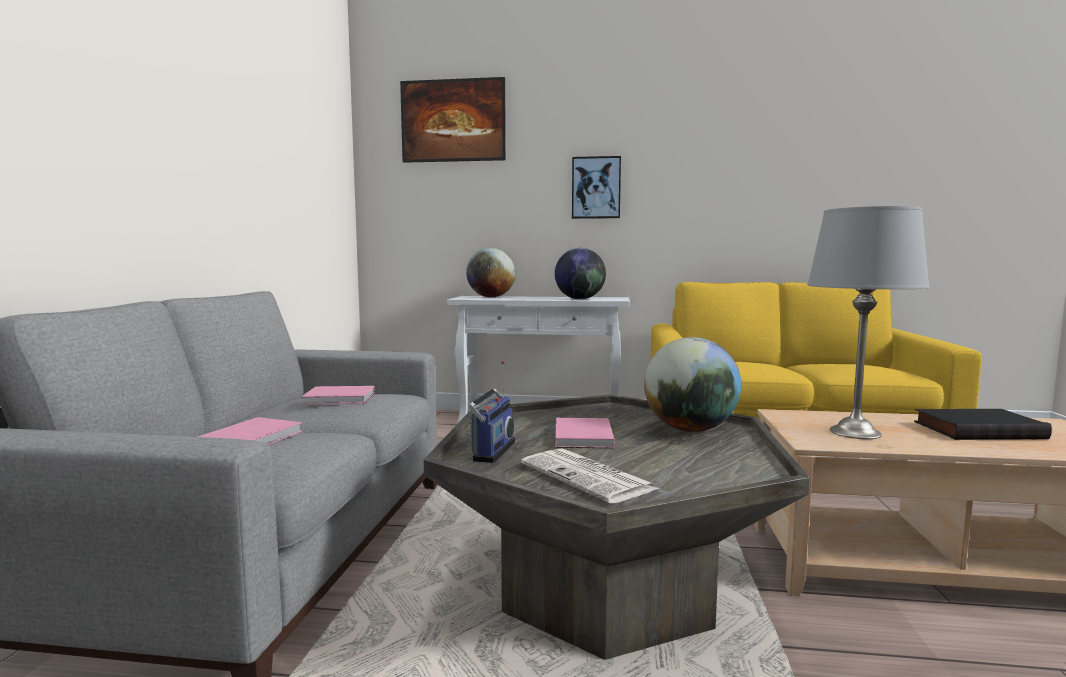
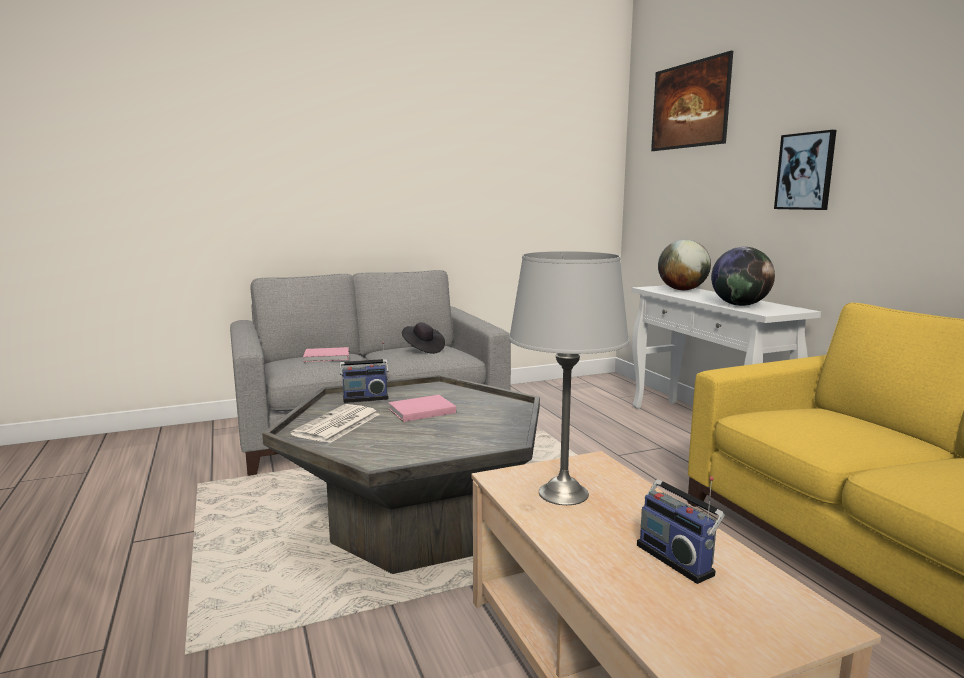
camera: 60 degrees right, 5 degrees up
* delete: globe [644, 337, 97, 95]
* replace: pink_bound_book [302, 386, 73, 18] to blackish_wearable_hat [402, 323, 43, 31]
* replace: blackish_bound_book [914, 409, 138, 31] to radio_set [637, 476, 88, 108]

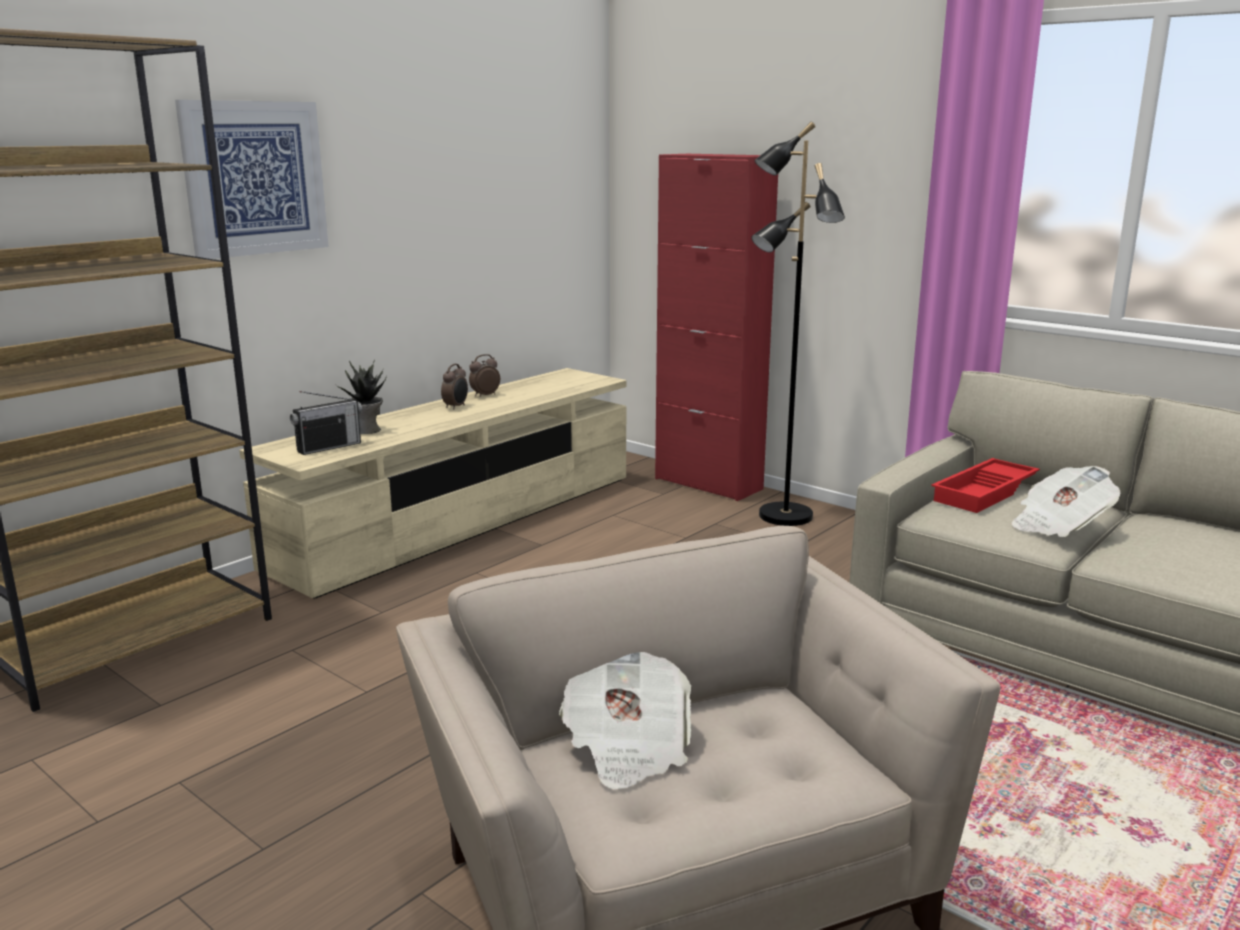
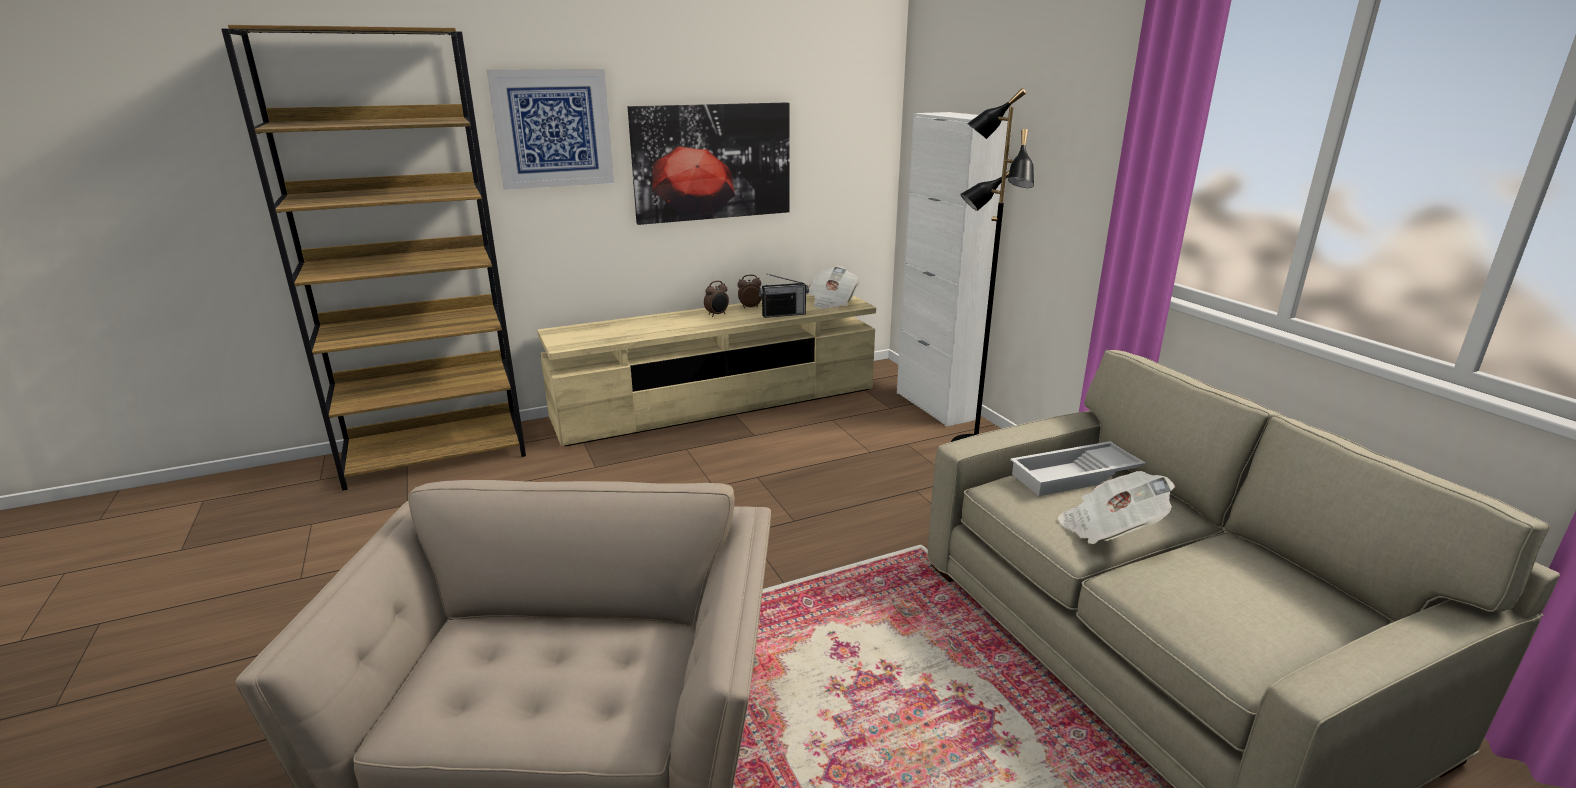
camera: 25 degrees right, 5 degrees up
* recolor: reddish_cabinet [655, 154, 123, 347] to white-coloured_cabinet [897, 112, 115, 315]
* delete: plant_in_a_pot [335, 359, 52, 75]
* move: radio_set [290, 391, 72, 64] to [759, 274, 50, 44]
* recolor: reddish_carrying_tray [931, 458, 109, 55] to white-coloured_carrying_tray [1010, 441, 136, 55]
* move: daily_paper [559, 652, 132, 138] to [809, 266, 51, 43]
* insert: wall_art [628, 102, 162, 123]

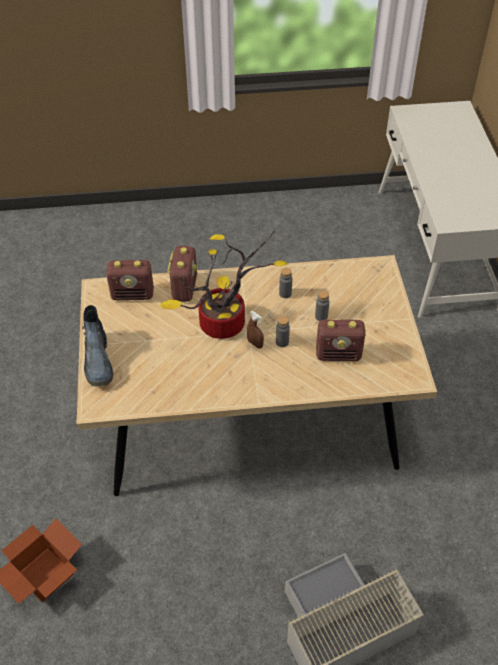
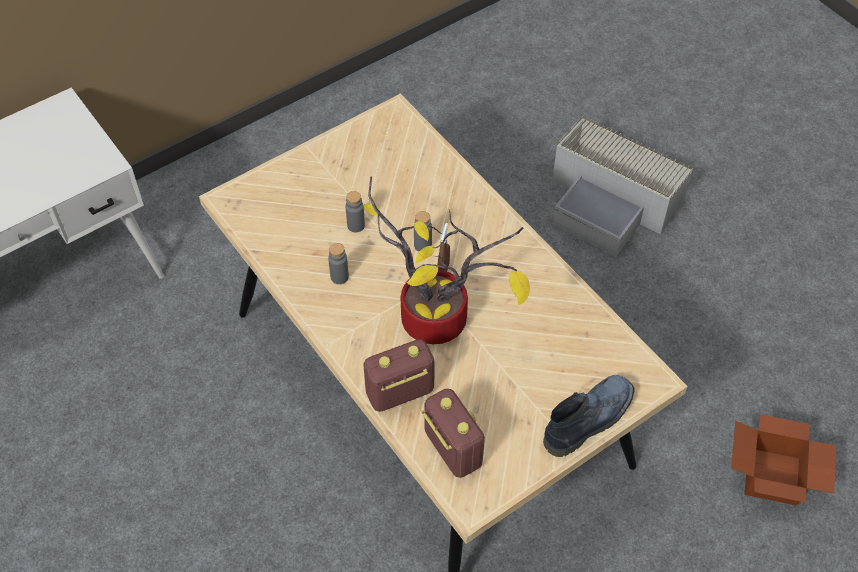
camera: 120 degrees left, 5 degrees up
* delete: radio_set [316, 319, 49, 42]

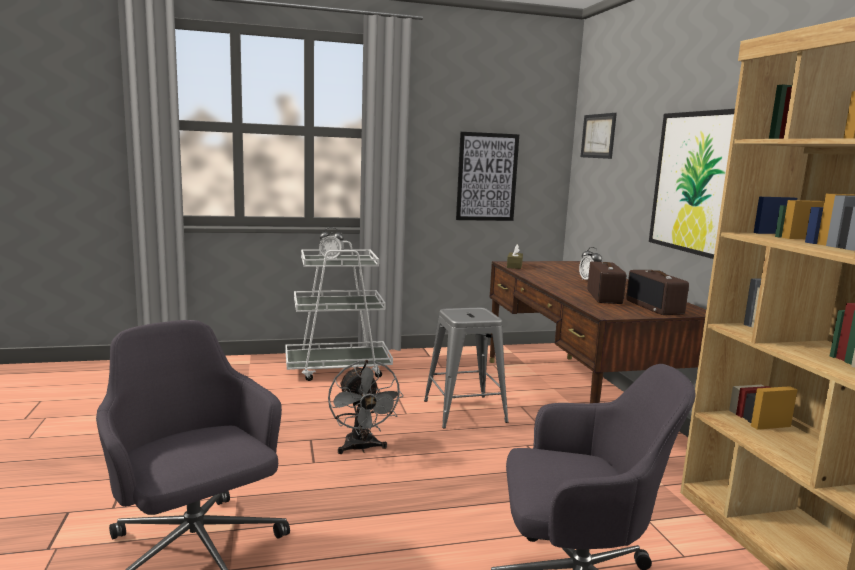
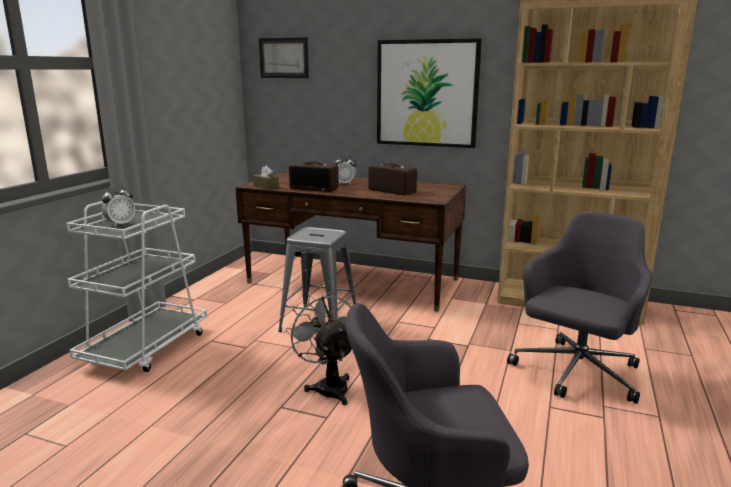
camera: 55 degrees left, 5 degrees up
* delete: wall_art [456, 132, 63, 89]
* move: radio_set [626, 270, 63, 45] to [289, 161, 49, 31]
* rotate: greyish_electric_fan [328, 360, 75, 94] = [285, 292, 67, 113] 135 degrees counterclockwise

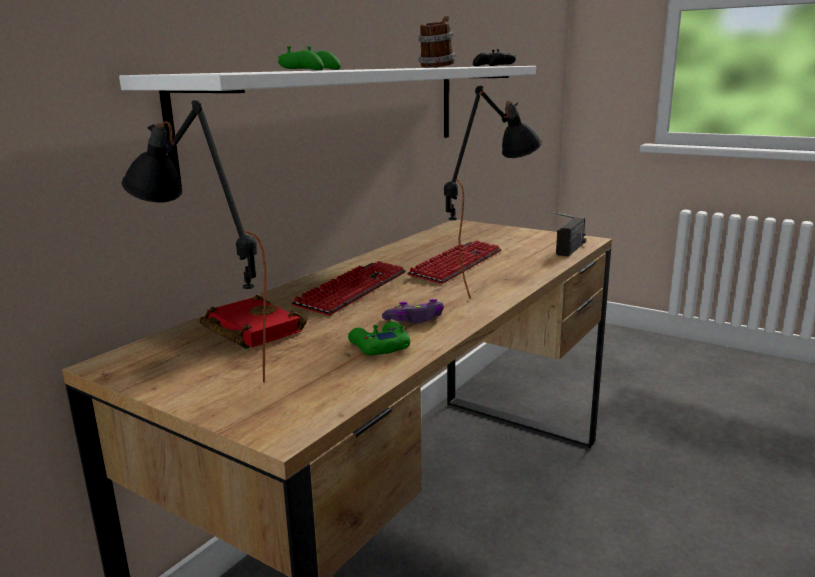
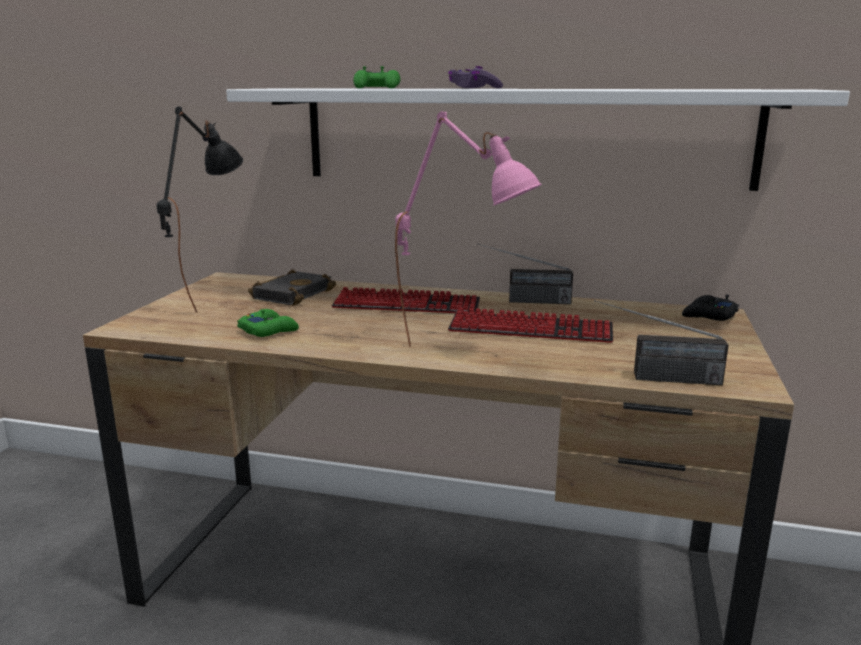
camera: 70 degrees right, 0 degrees up
* delete: tea_mug [418, 16, 39, 51]
* move: blackish_gamepad [473, 49, 43, 17] to [682, 295, 57, 26]
* recolor: blackish_tabletop_lamp [444, 86, 98, 213] to pink_tabletop_lamp [395, 111, 147, 236]
* recolor: reddish_bound_book [199, 295, 108, 54] to blackish_bound_book [248, 269, 88, 37]
* move: purple_gamepad [382, 299, 62, 25] to [448, 66, 55, 22]
* insert: radio_set [477, 244, 96, 60]

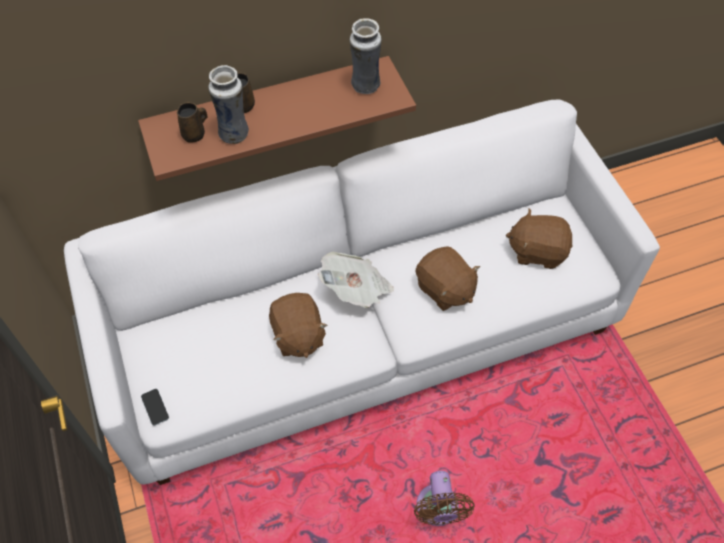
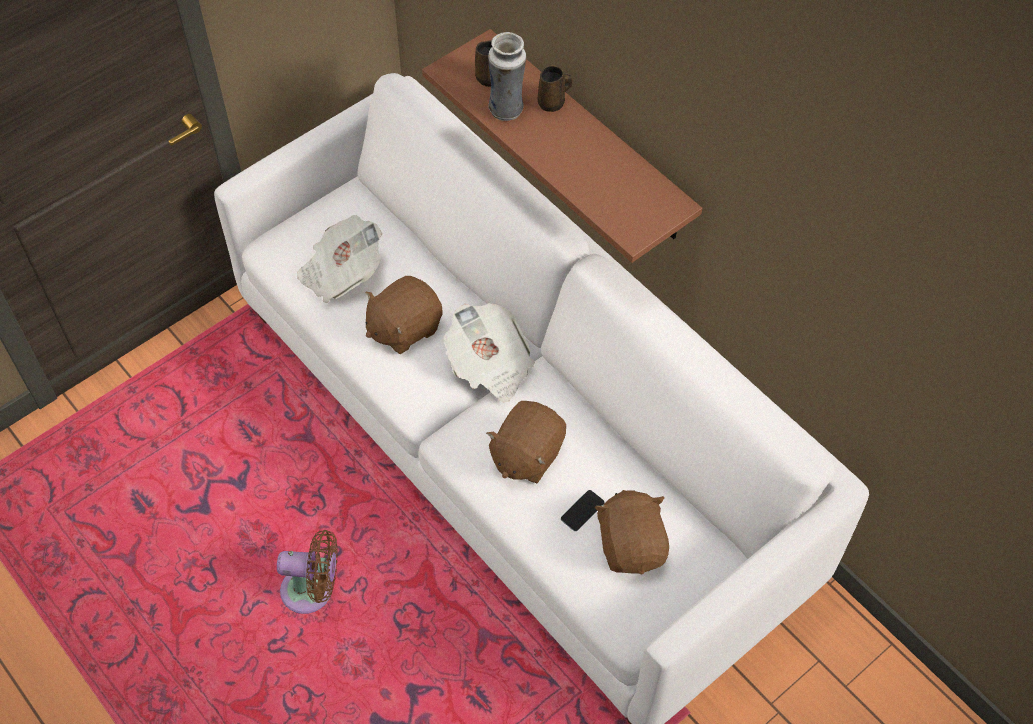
camera: 70 degrees right, 0 degrees up
* delete: flower_vase [350, 18, 32, 76]
* move: handset [141, 389, 28, 36] to [561, 490, 44, 41]
* rotate: brown-coloured_electric_fan [414, 471, 61, 55] = [277, 530, 61, 84] 150 degrees counterclockwise
* insert: daily_paper [297, 215, 85, 88]

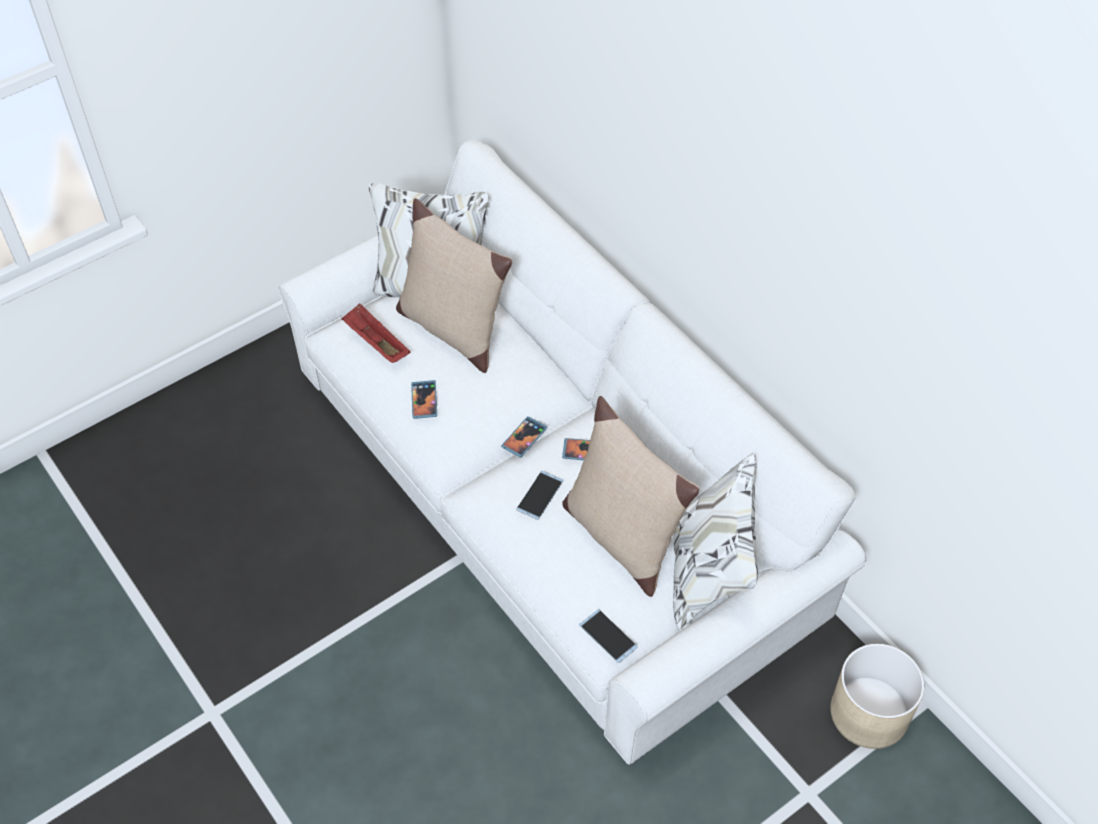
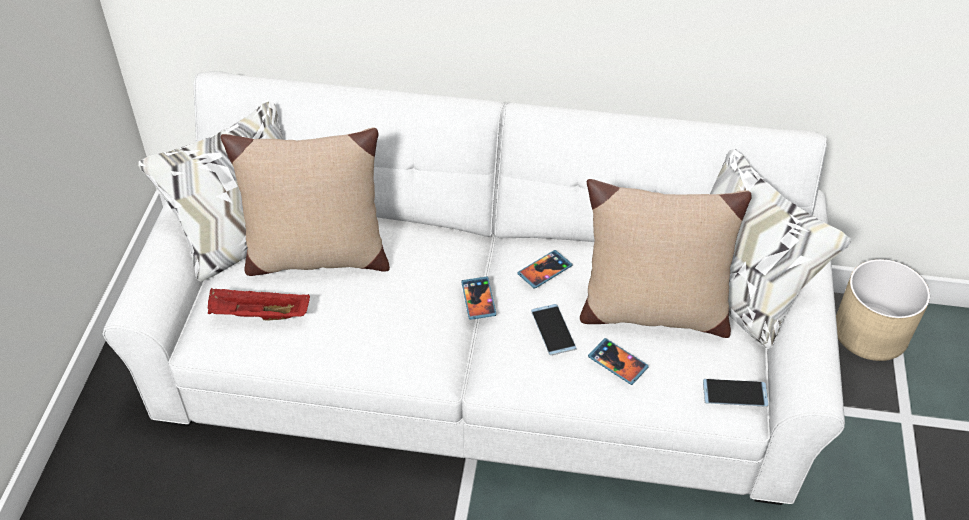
camera: 45 degrees left, 5 degrees down
* move: handset [411, 380, 26, 39] to [588, 338, 61, 47]

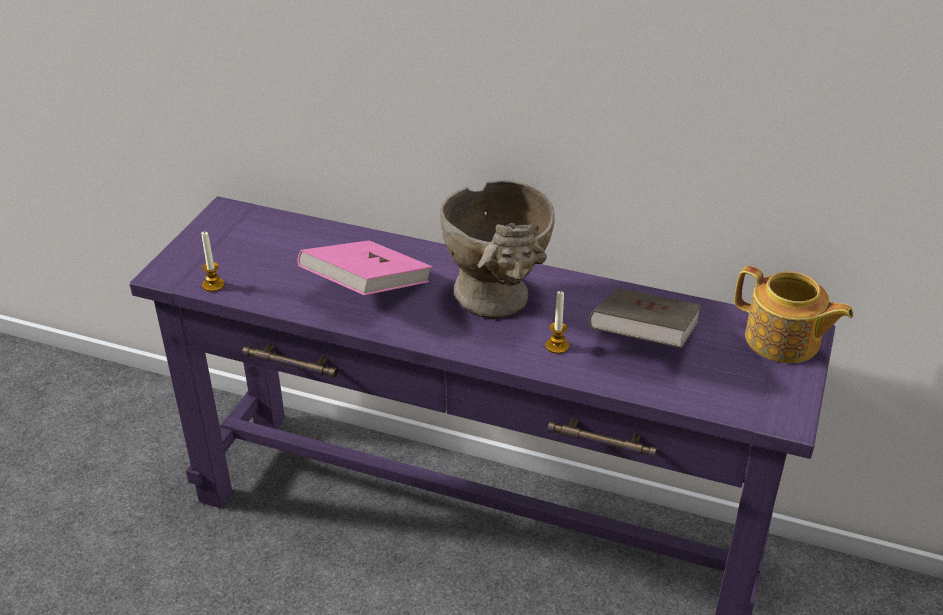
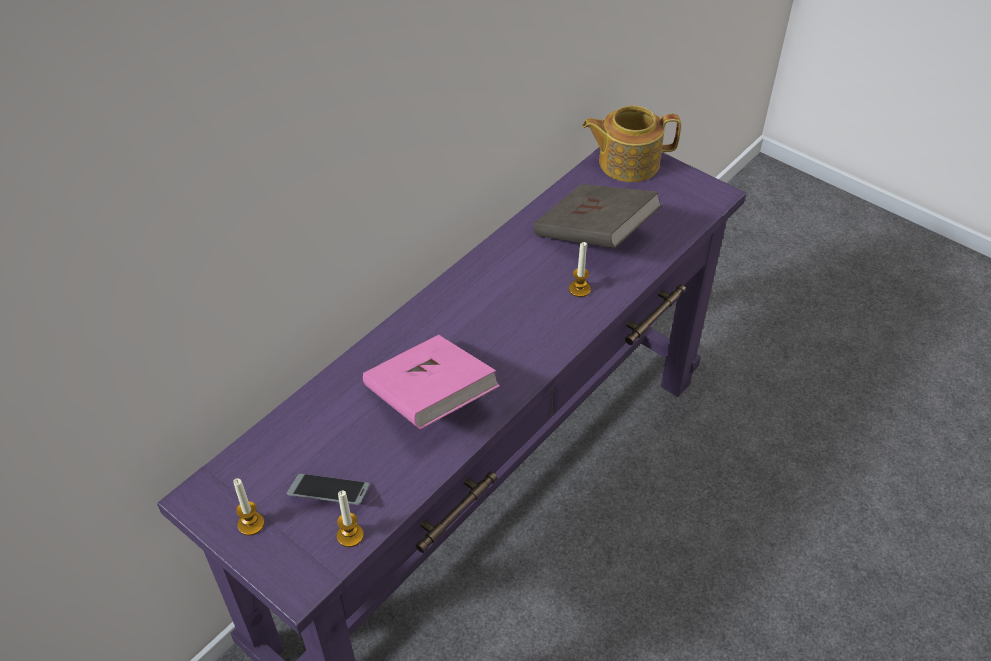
camera: 70 degrees left, 10 degrees up
* delete: beige_flower_vase [440, 180, 114, 139]
* rotate: tea_pot [734, 266, 120, 97] = [582, 105, 99, 77] 150 degrees counterclockwise
* insert: handset [287, 474, 82, 31]
* insert: candle [233, 478, 31, 57]

